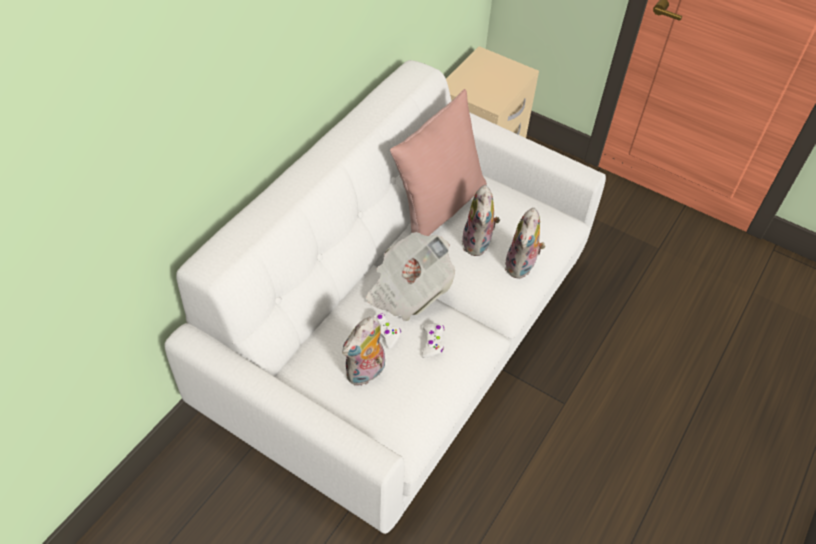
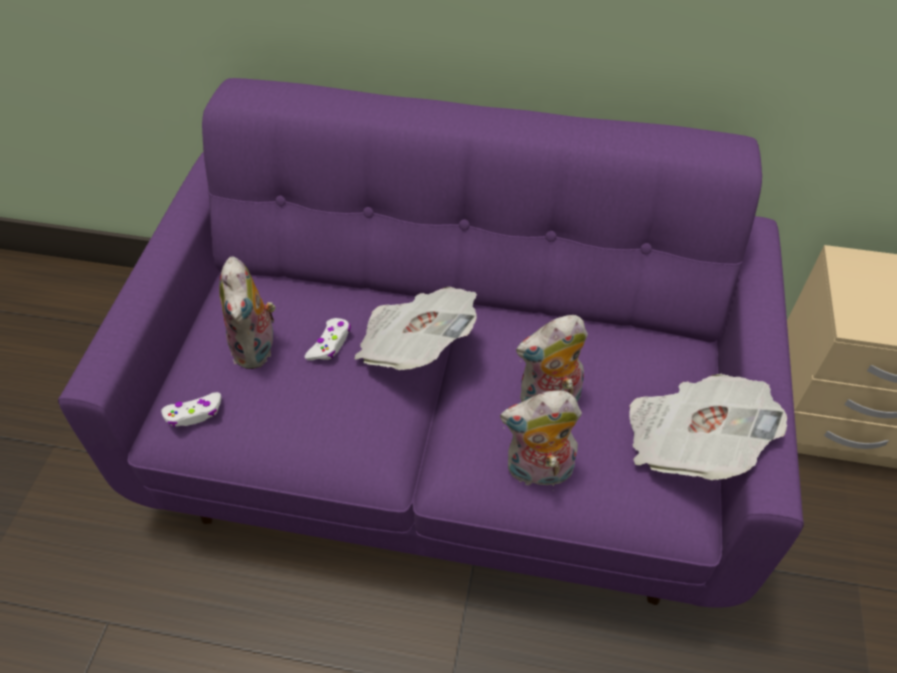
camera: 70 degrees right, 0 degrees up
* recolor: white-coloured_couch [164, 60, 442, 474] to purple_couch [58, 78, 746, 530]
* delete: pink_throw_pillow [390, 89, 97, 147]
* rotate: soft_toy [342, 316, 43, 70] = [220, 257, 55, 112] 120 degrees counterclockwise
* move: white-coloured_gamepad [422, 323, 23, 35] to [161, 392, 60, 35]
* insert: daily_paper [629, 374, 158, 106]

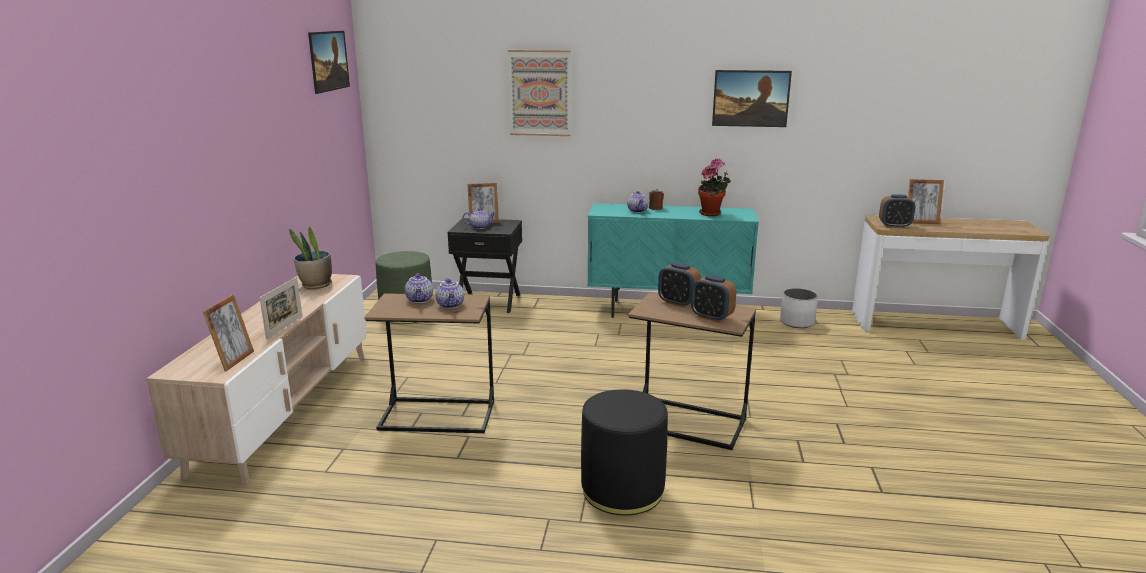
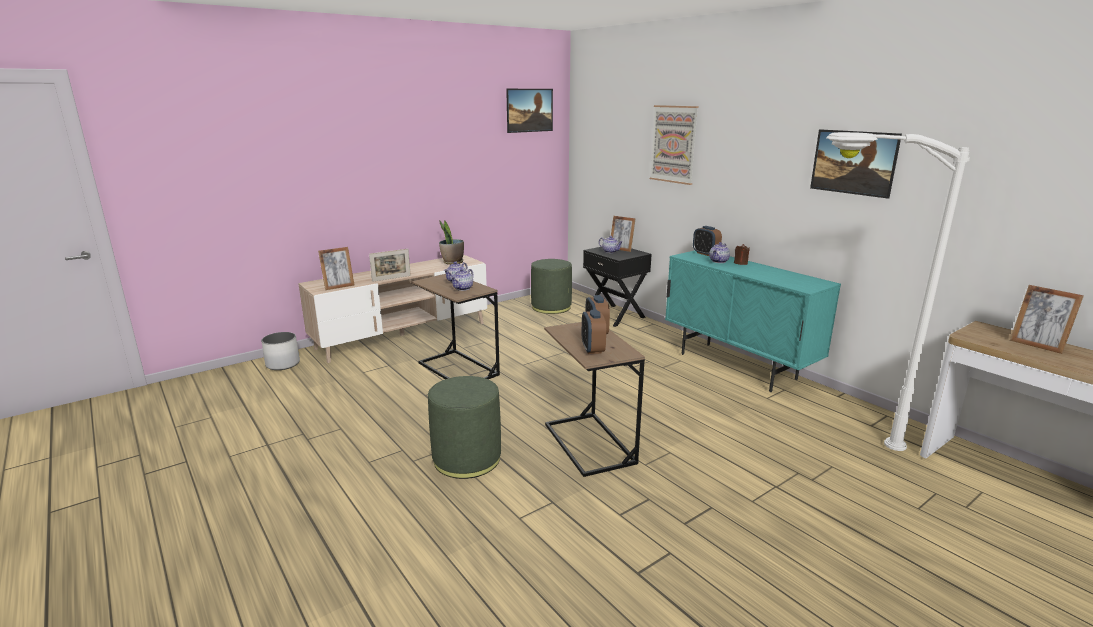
camera: 45 degrees right, 0 degrees up
* delete: plant_in_a_pot [698, 159, 33, 57]
* move: bedside_clock [879, 194, 36, 34] to [693, 226, 29, 30]
* move: white-coloured_planter [780, 288, 38, 40] to [261, 332, 39, 38]
* recolor: blackish_pouffe [581, 389, 87, 127] to green-coloured_pouffe [428, 376, 73, 103]
* insert: white-coloured_floor_lamp [826, 132, 144, 319]

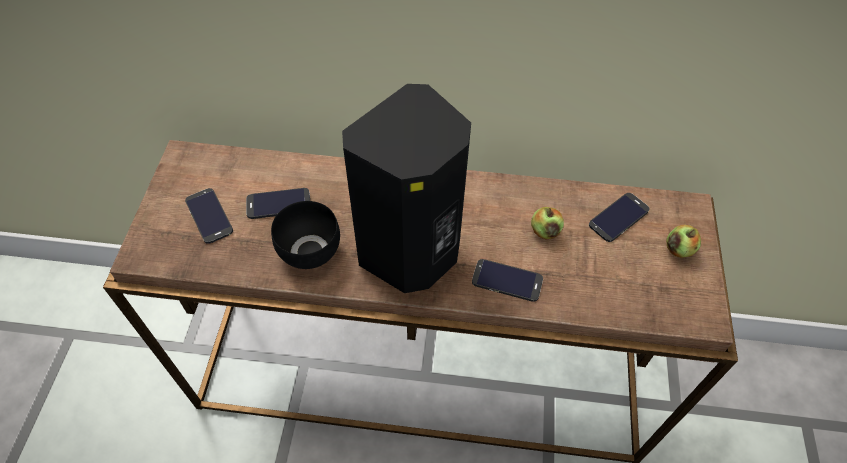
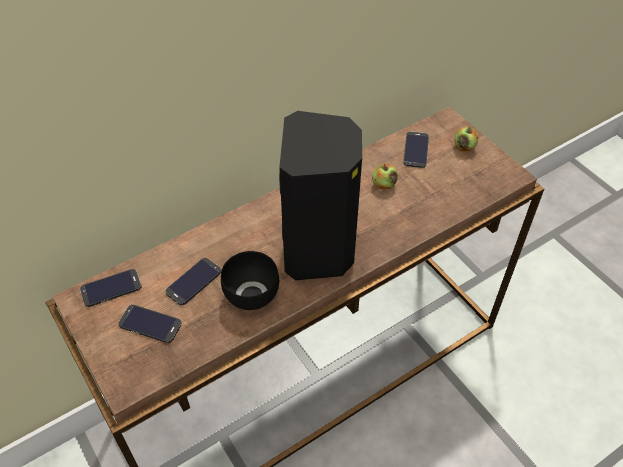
camera: 40 degrees left, 5 degrees down
* move: handset [472, 259, 71, 43] to [80, 269, 61, 38]

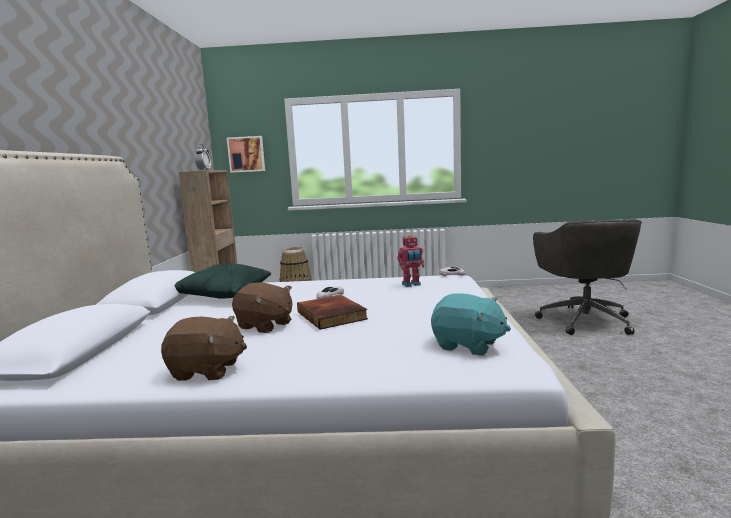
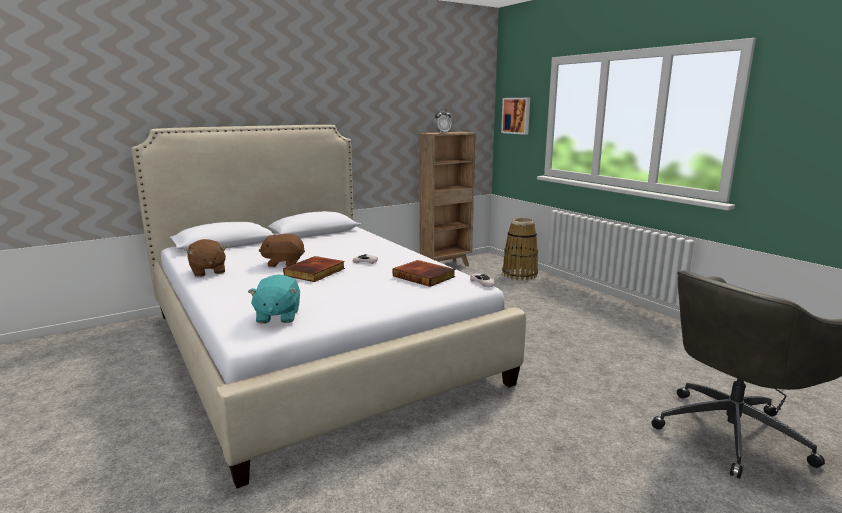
camera: 55 degrees right, 5 degrees up
* replace: toy_robot [397, 235, 28, 52] to bound_book [393, 260, 62, 27]
* delete: green-coloured_throw_pillow [175, 264, 96, 35]
* rotate: brown-coloured_soft_toy [232, 282, 60, 51] = [259, 234, 46, 33] 90 degrees clockwise

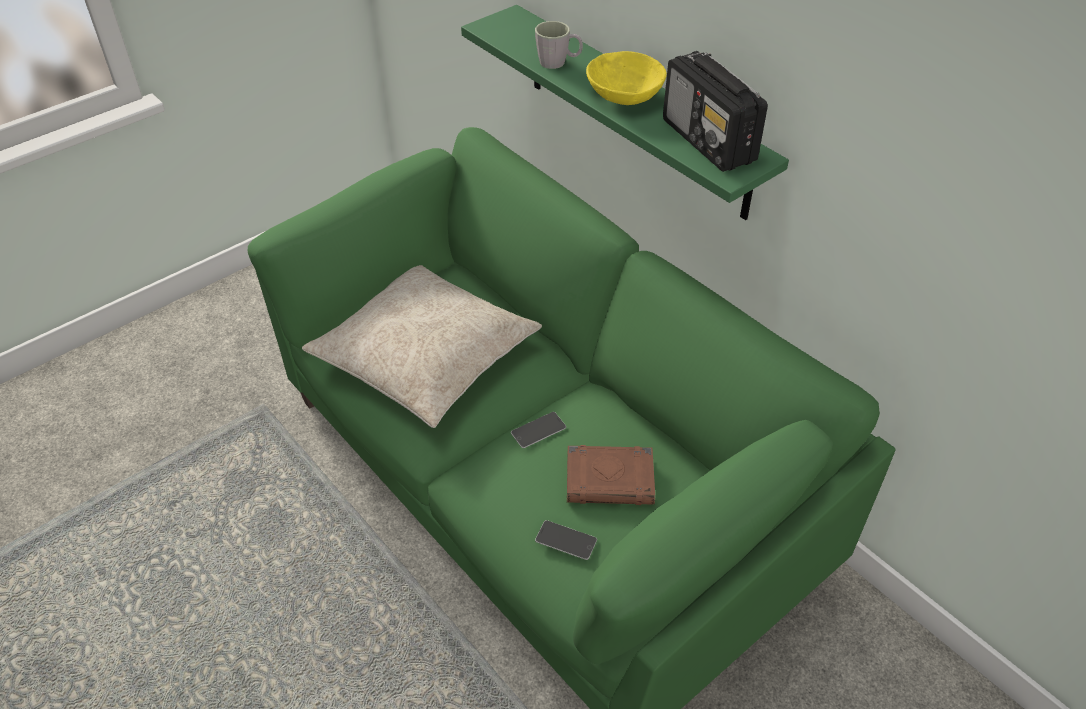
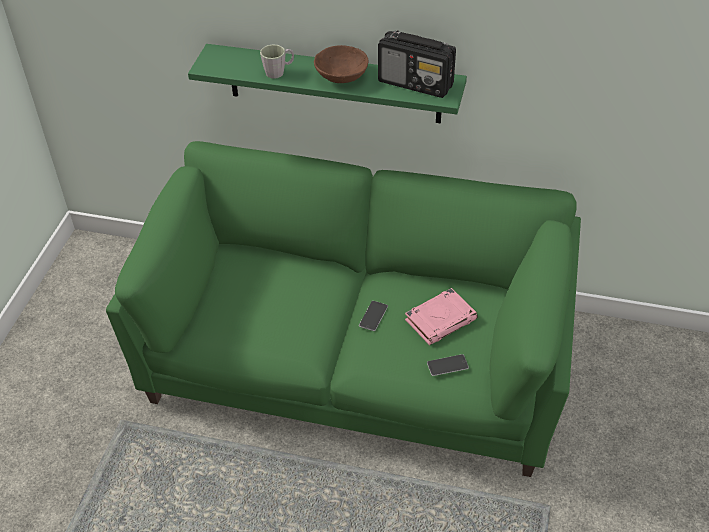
camera: 35 degrees left, 0 degrees up
* recolor: yellow-coloured_bowl [586, 51, 81, 54] to brown-coloured_bowl [314, 45, 55, 38]
* delete: beige_throw_pillow [302, 265, 240, 163]
* recolor: brown-coloured_bound_book [567, 445, 88, 60] to pink_bound_book [405, 288, 73, 57]

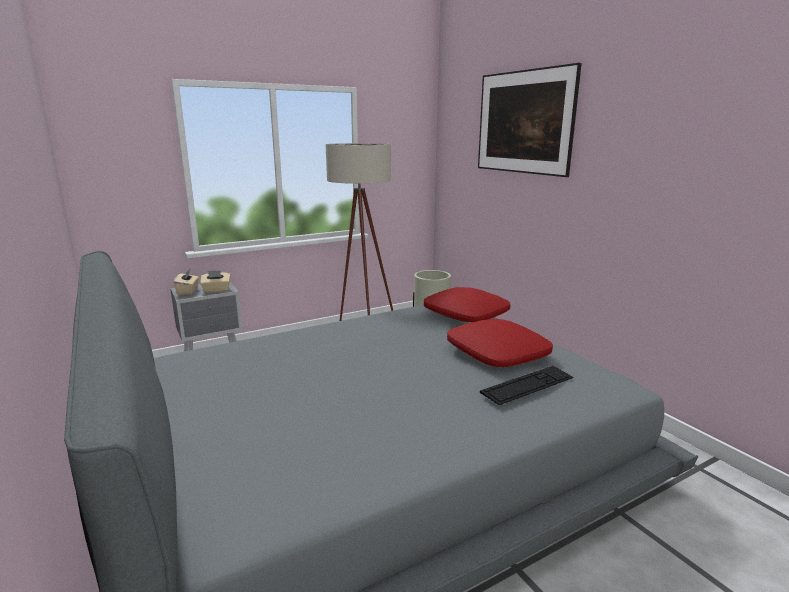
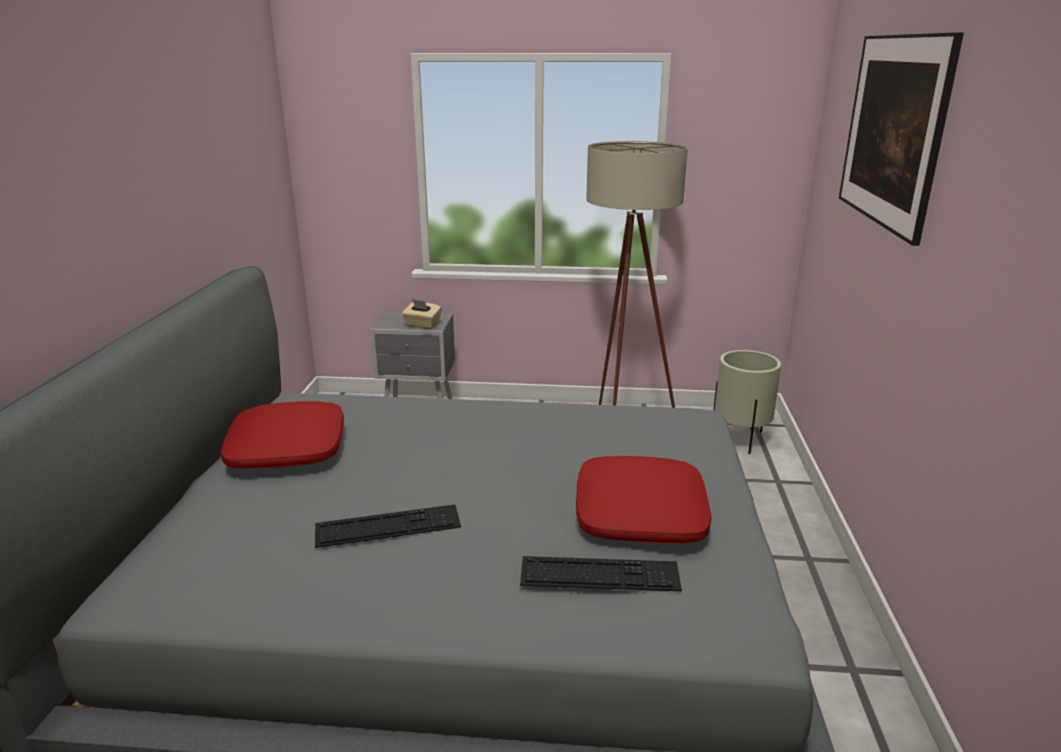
camera: 35 degrees right, 5 degrees up
* delete: beige_tissue_box [174, 270, 25, 25]
* move: reddish_throw_pillow [424, 287, 86, 35] to [221, 401, 123, 68]
* insert: computer_keyboard [315, 504, 146, 44]

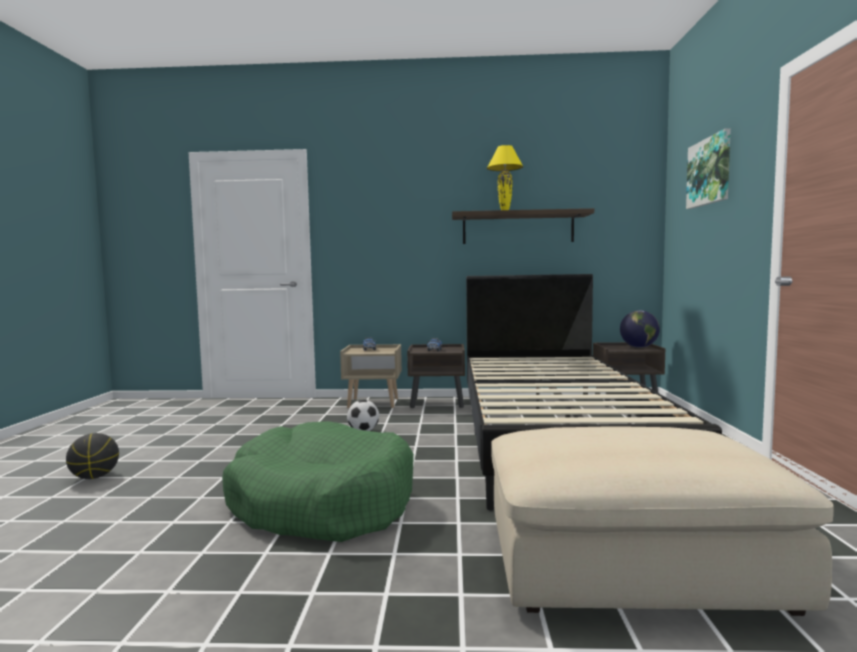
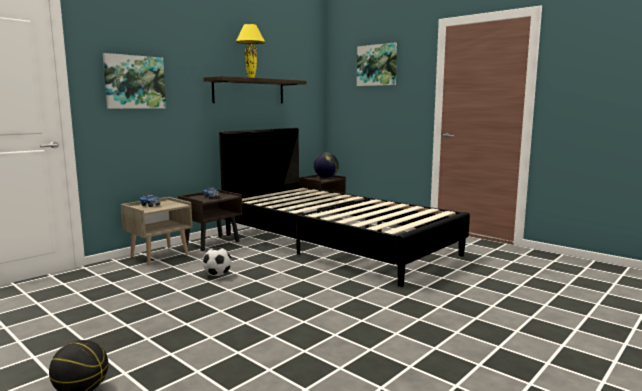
camera: 50 degrees left, 5 degrees up
* delete: green-coloured_dog_cushion [222, 421, 192, 121]
* delete: beige_pouffe [491, 426, 343, 190]
* insert: wall_art [103, 53, 63, 56]

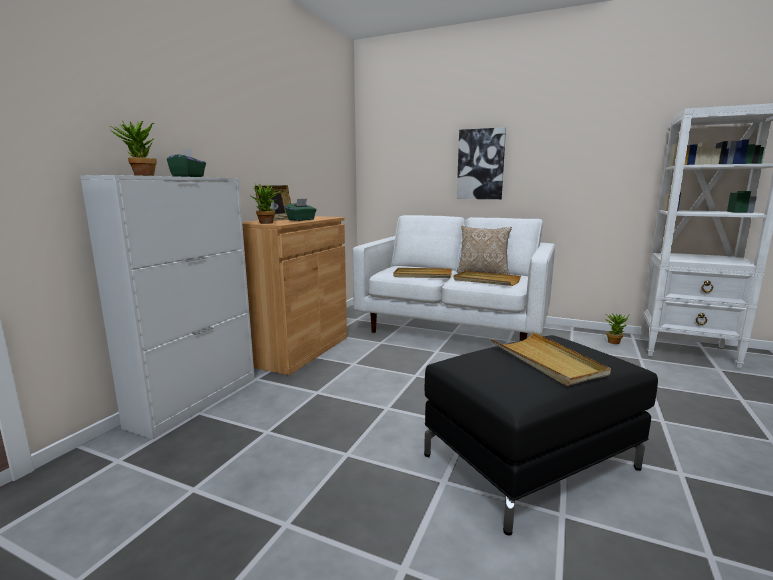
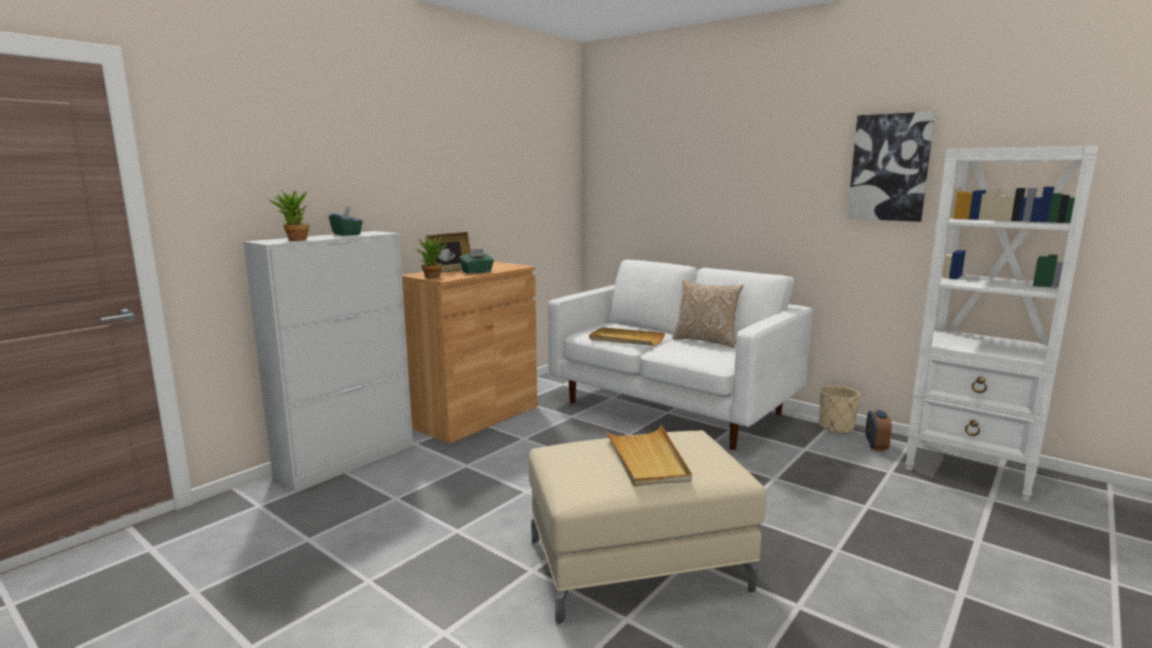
camera: 15 degrees right, 0 degrees up
* move: wall_art [457, 127, 49, 72] to [847, 111, 88, 111]
* delete: beige_carrying_tray [454, 271, 67, 15]
* replace: plant_in_a_pot [604, 313, 25, 31] to bedside_clock [865, 410, 27, 41]
* recolor: blackish_pouffe [424, 335, 234, 200] to beige_pouffe [528, 431, 238, 195]
* insert: beige_planter [819, 385, 41, 49]

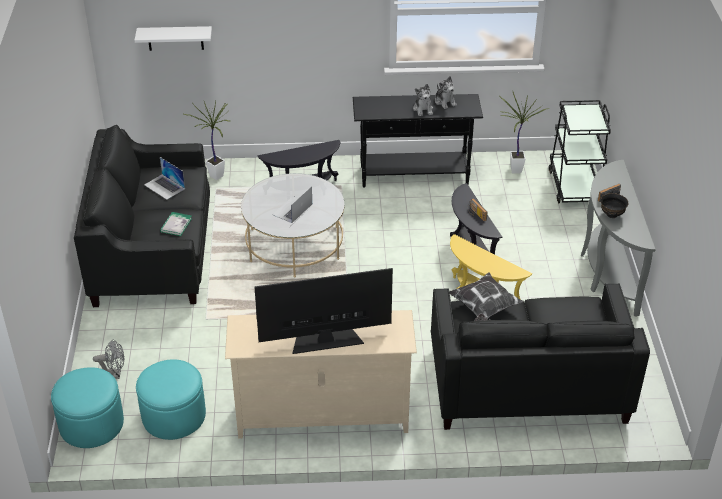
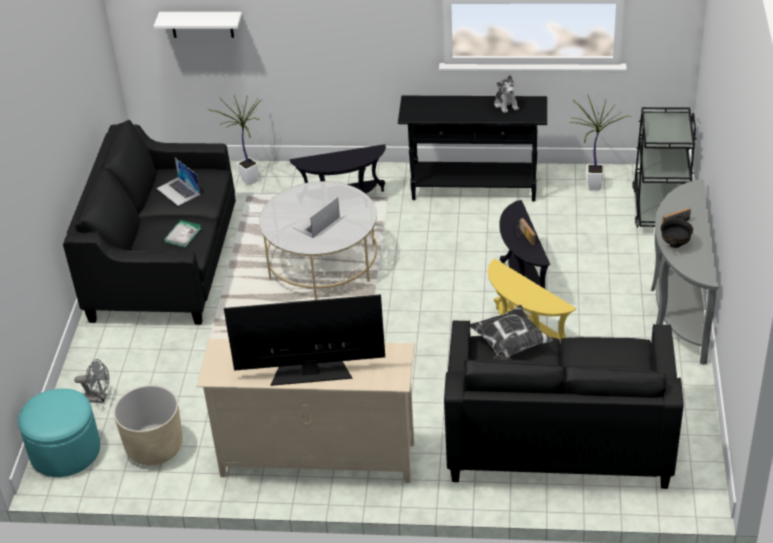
camera: 10 degrees right, 0 degrees up
* delete: soft_toy [413, 84, 20, 32]
* replace: turquoise-coloured_pouffe [136, 359, 70, 81] to beige_planter [113, 385, 70, 80]

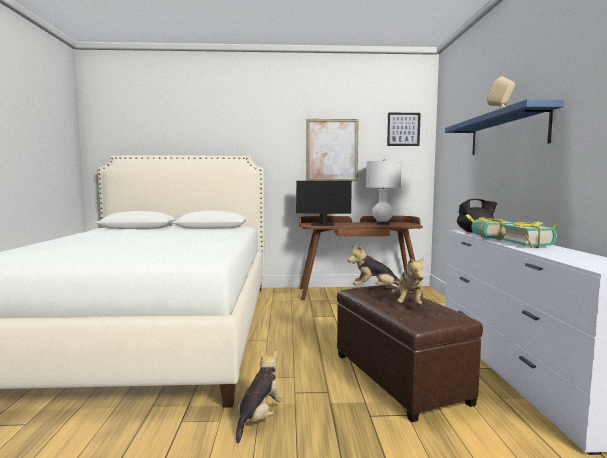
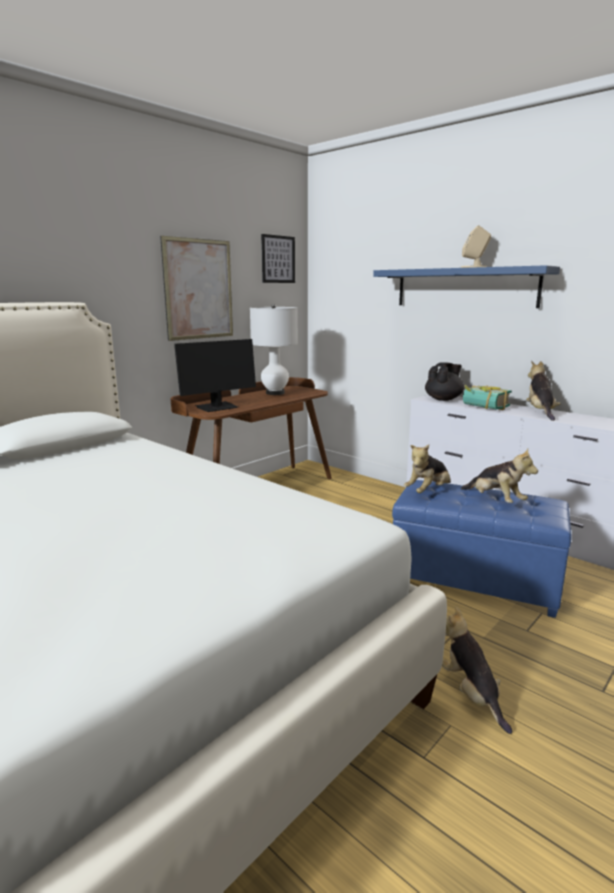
camera: 45 degrees left, 10 degrees up
* replace: bound_book [502, 221, 59, 27] to soft_toy [526, 361, 35, 60]
* recolor: brown-coloured_pouffe [337, 285, 146, 137] to blue-coloured_pouffe [392, 480, 180, 138]

